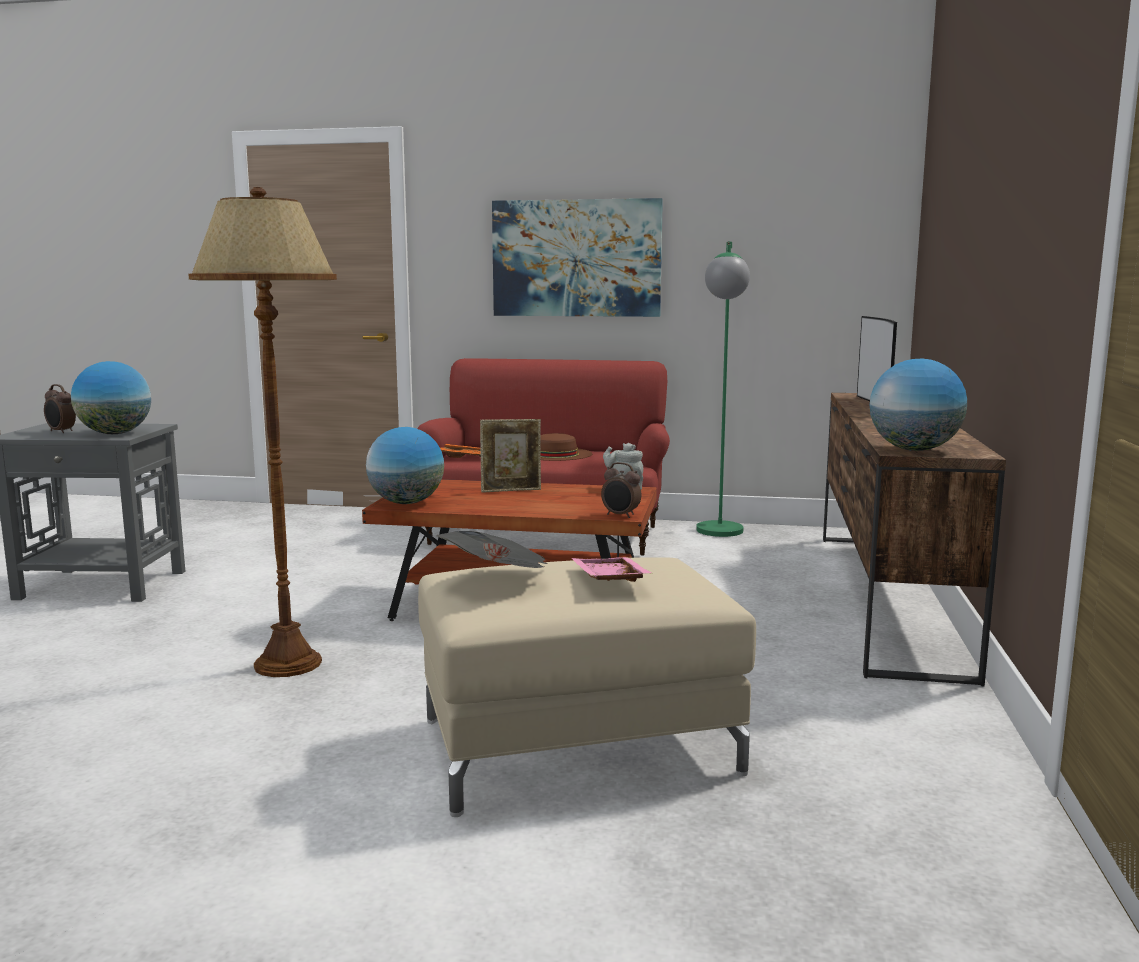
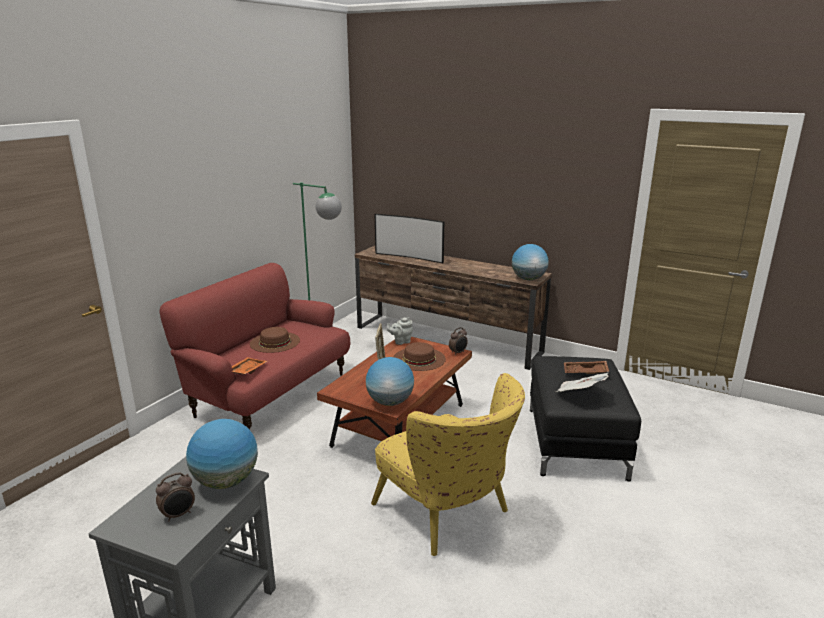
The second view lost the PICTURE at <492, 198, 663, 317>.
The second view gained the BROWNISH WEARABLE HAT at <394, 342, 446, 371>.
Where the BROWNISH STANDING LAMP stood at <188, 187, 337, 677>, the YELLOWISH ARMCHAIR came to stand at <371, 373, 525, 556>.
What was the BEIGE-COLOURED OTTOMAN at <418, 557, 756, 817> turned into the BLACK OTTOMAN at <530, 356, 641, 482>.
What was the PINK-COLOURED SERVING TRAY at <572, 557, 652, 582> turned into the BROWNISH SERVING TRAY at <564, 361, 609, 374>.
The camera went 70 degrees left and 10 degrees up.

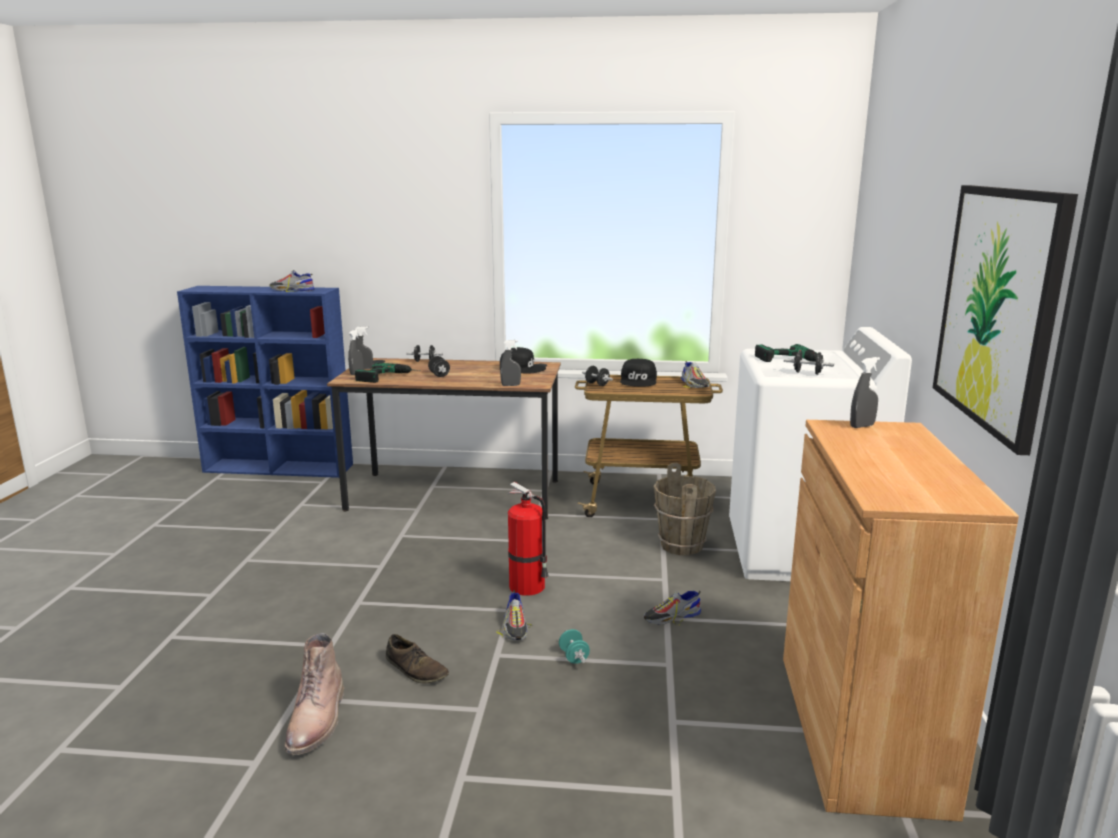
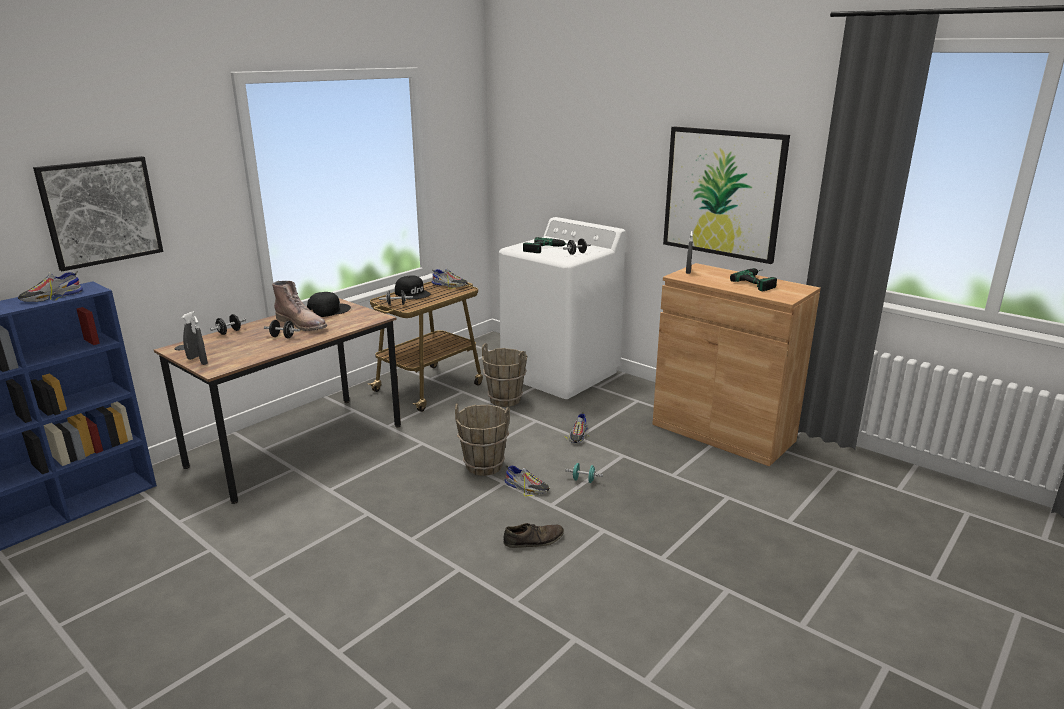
The second view lost the GREYISH SPRAYER at <500, 340, 521, 386>.
The second view gained the PICTURE at <33, 156, 163, 271>.
The BROWNISH TALL BOOT ended up elsewhere, having gone from <284, 633, 344, 755> to <272, 281, 327, 331>.
The DRILL ended up elsewhere, having gone from <355, 363, 420, 383> to <730, 268, 777, 291>.
Where the EXTINGUISHER stood at <507, 482, 549, 596>, the BROWNISH BUCKET came to stand at <455, 404, 510, 476>.
The camera went 55 degrees left and 5 degrees up.

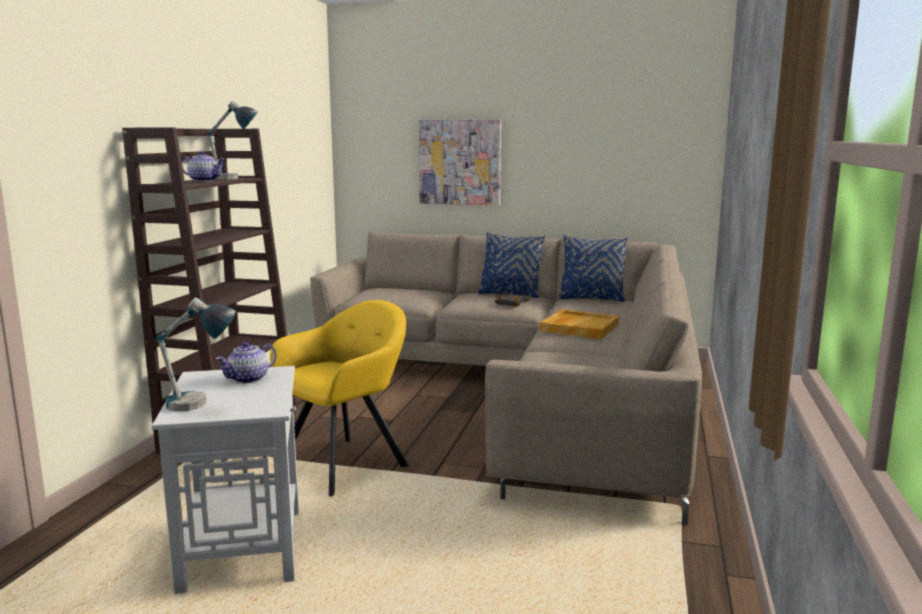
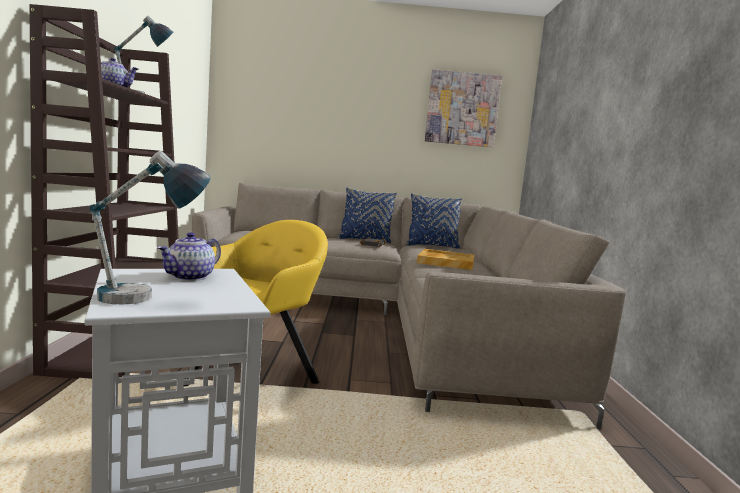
The PICTURE ended up elsewhere, having gone from <419, 119, 501, 205> to <425, 69, 502, 147>.
The camera went 15 degrees left and 5 degrees down.

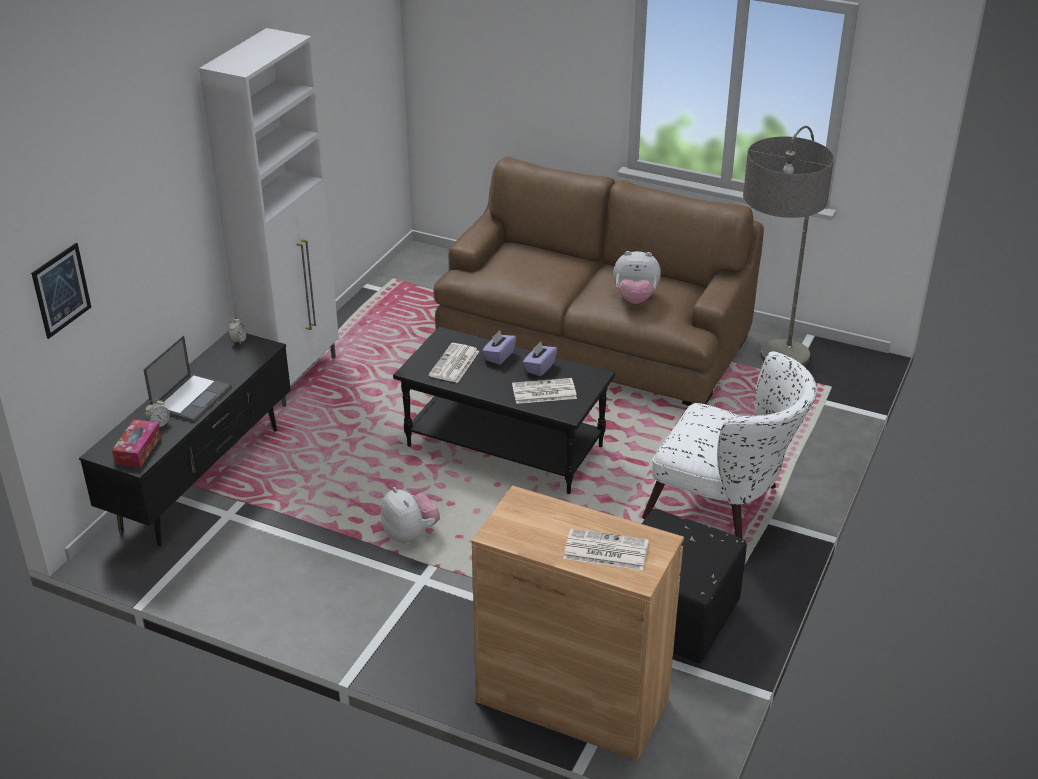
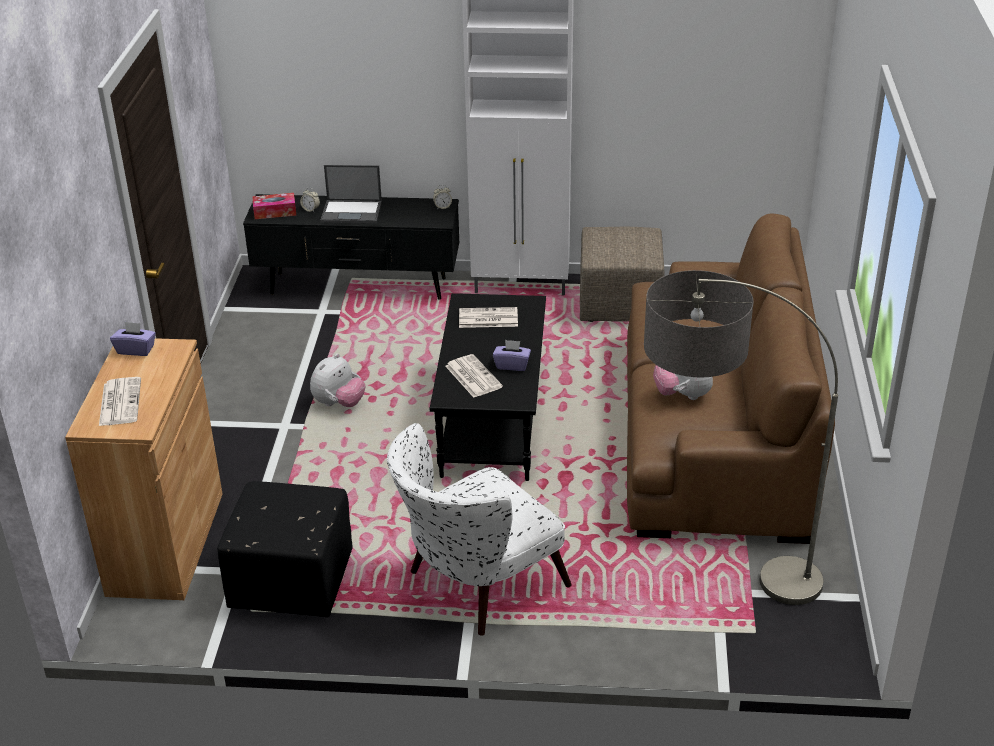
The second view lost the PICTURE at <31, 243, 91, 339>.
The second view gained the BEIGE-COLOURED OTTOMAN at <580, 227, 664, 322>.
The PURPLISH BOX OF TISSUES ended up elsewhere, having gone from <482, 331, 516, 365> to <110, 322, 156, 356>.
The WHITISH ARMCHAIR at <642, 351, 817, 538> ended up facing another way, 45 degrees clockwise from before.
The camera went 70 degrees right and 0 degrees up.

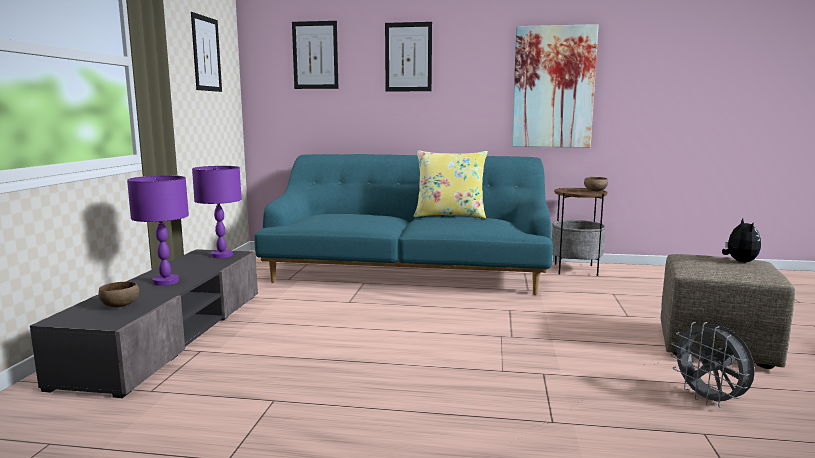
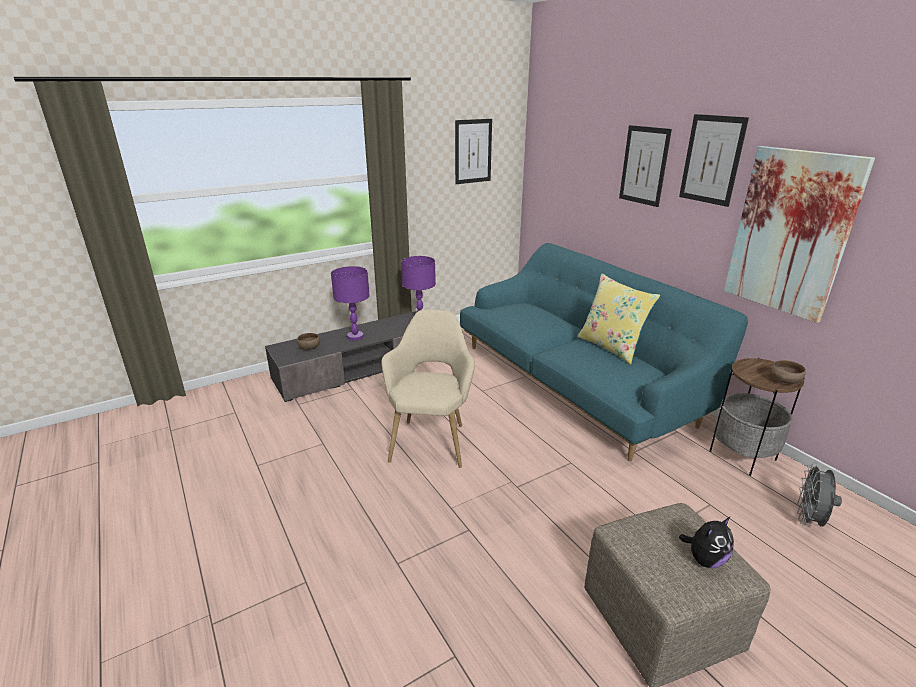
The second view gained the BEIGE-COLOURED ARMCHAIR at <381, 310, 475, 468>.
The PICTURE ended up elsewhere, having gone from <292, 21, 338, 89> to <679, 114, 749, 207>.
The GREYISH FAN ended up elsewhere, having gone from <670, 322, 755, 407> to <797, 462, 842, 527>.
The camera went 50 degrees right and 15 degrees up.

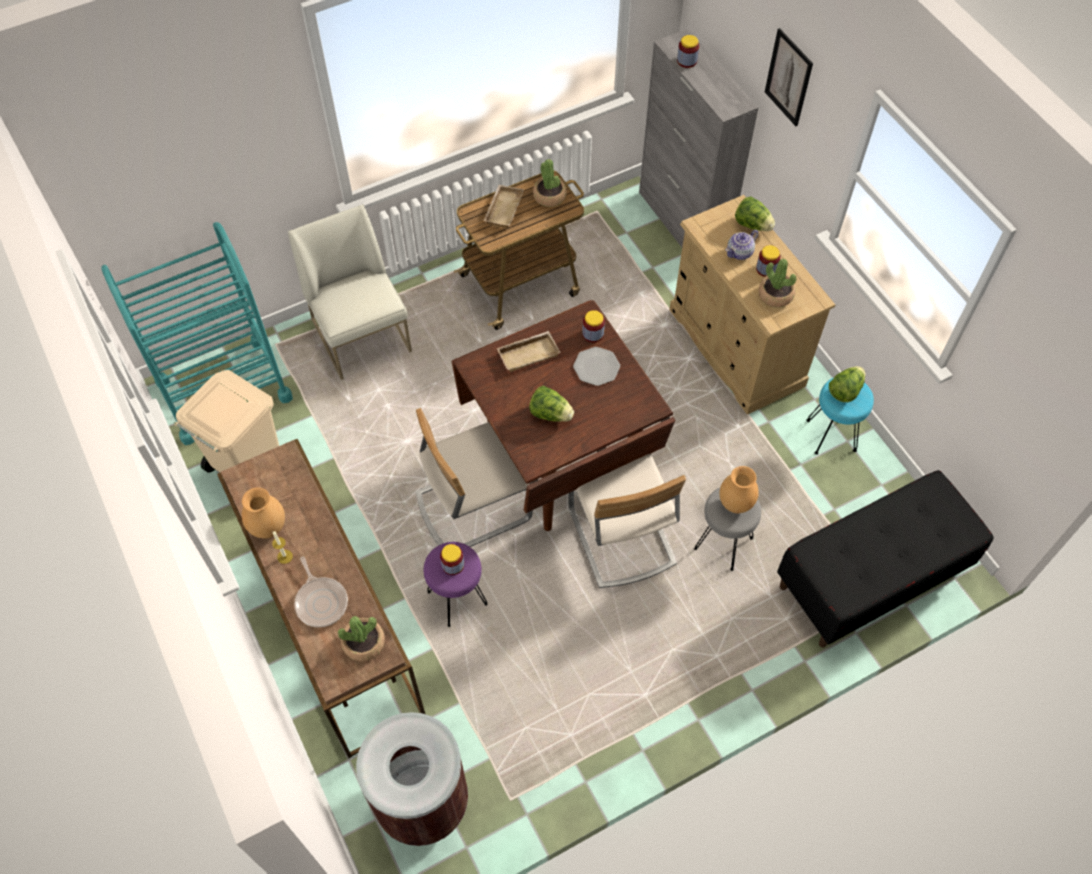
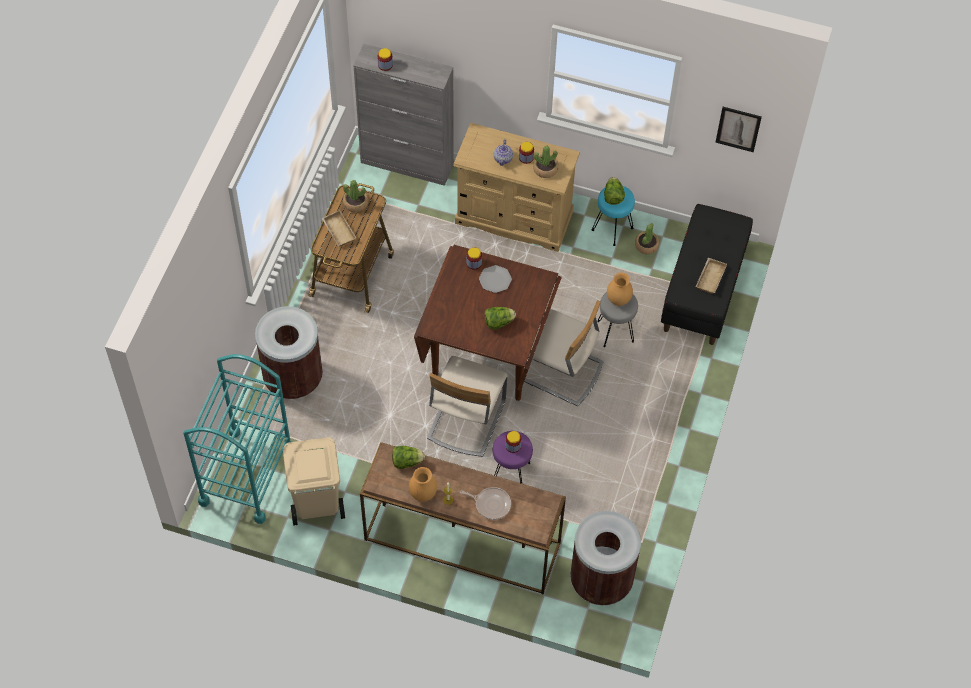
The HOUSEPLANT ended up elsewhere, having gone from <338, 616, 385, 662> to <635, 223, 659, 254>.
The BEIGE-COLOURED SERVING TRAY ended up elsewhere, having gone from <496, 331, 560, 372> to <696, 258, 727, 294>.
The HEAD OF LETTUCE ended up elsewhere, having gone from <735, 197, 775, 231> to <392, 446, 425, 469>.
The PICTURE ended up elsewhere, having gone from <765, 28, 813, 126> to <715, 107, 762, 152>.
Where the WHITISH PLAIN CHAIR stood at <288, 204, 412, 380>, the BROWNISH WASTE BIN came to stand at <255, 306, 323, 399>.
The camera went 45 degrees left and 0 degrees up.

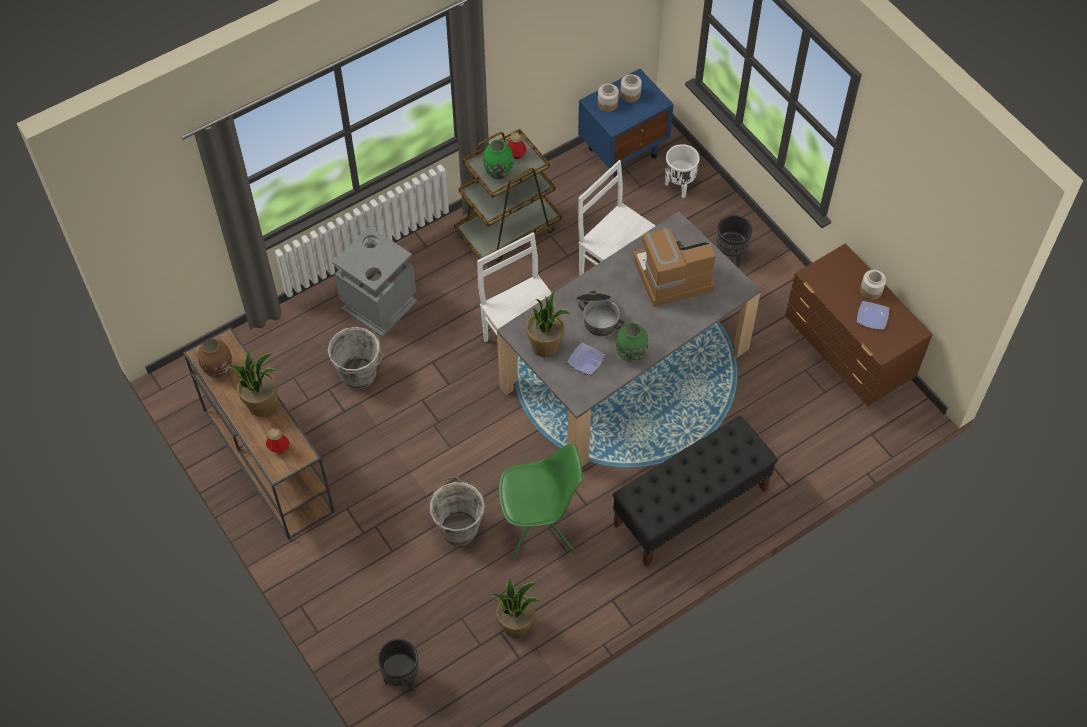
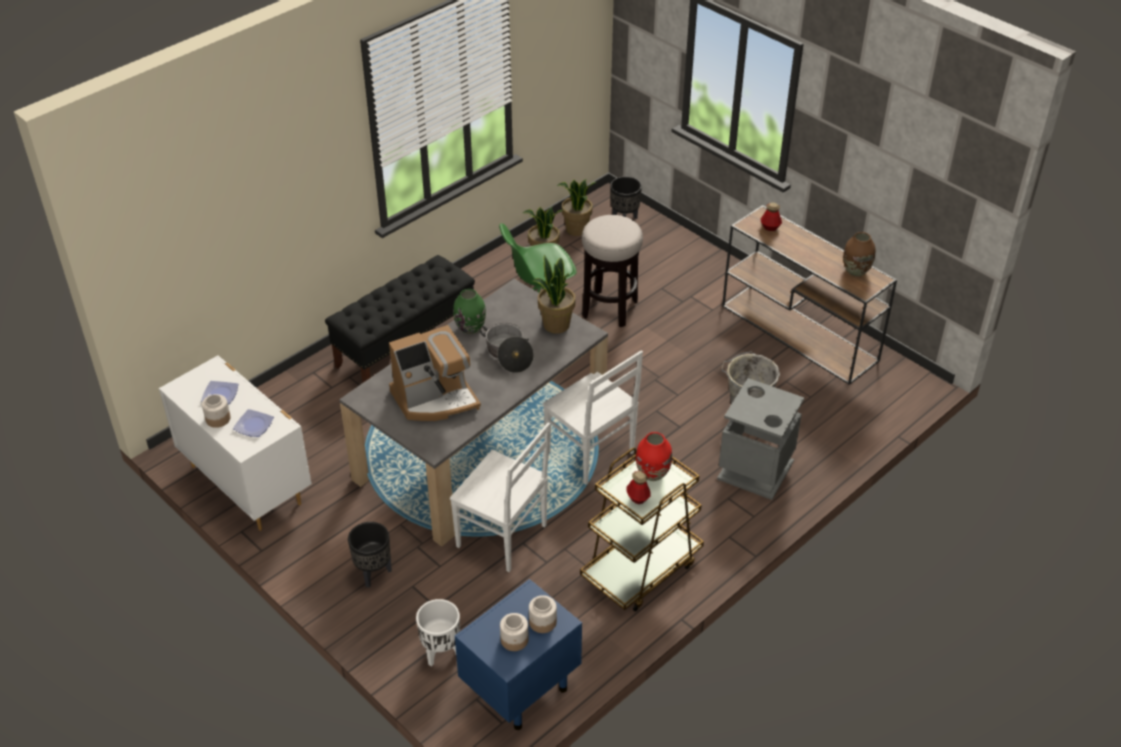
The HOUSEPLANT ended up elsewhere, having gone from <228, 352, 277, 417> to <557, 179, 597, 236>.
The FLAT DISH ended up elsewhere, having gone from <567, 343, 605, 375> to <233, 409, 274, 437>.
Where the GREYISH BUCKET stood at <427, 476, 485, 546>, the STOOL came to stand at <582, 215, 643, 327>.
What was the GREEN DECORATIVE VASE at <483, 140, 513, 179> turned into the REDDISH DECORATIVE VASE at <636, 432, 672, 481>.
What was the BROWNISH CHEST OF DRAWERS at <785, 243, 933, 409> turned into the WHITISH CHEST OF DRAWERS at <159, 355, 312, 531>.
The camera went 170 degrees right and 15 degrees down.

